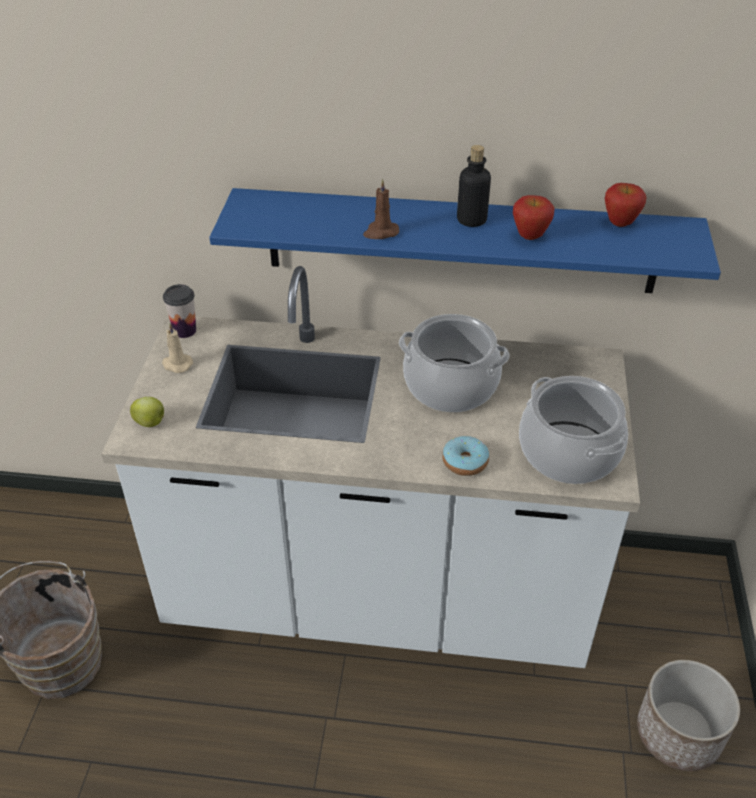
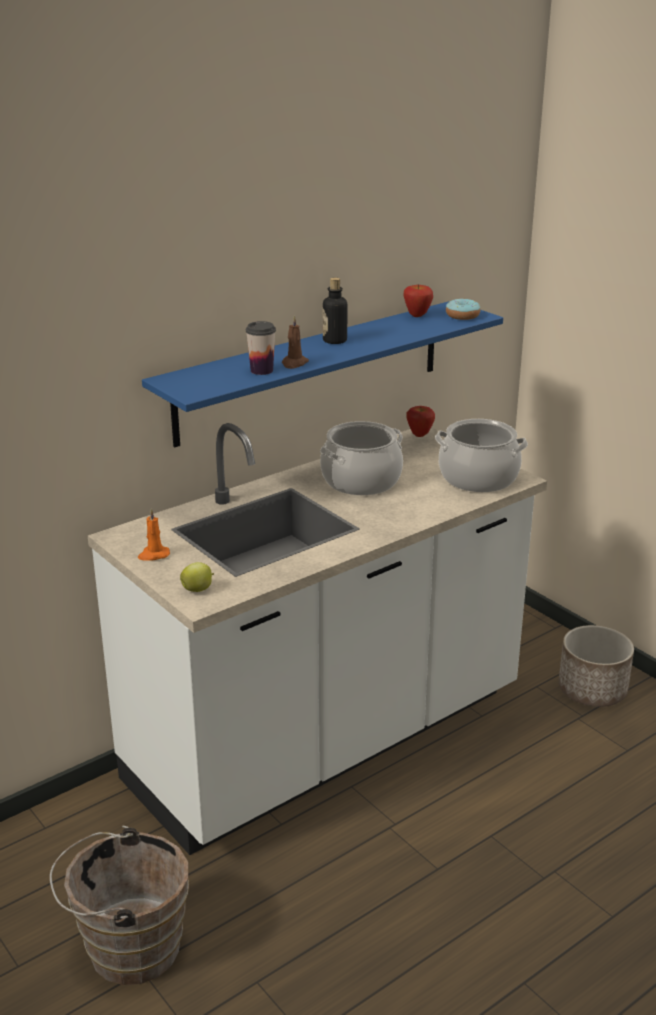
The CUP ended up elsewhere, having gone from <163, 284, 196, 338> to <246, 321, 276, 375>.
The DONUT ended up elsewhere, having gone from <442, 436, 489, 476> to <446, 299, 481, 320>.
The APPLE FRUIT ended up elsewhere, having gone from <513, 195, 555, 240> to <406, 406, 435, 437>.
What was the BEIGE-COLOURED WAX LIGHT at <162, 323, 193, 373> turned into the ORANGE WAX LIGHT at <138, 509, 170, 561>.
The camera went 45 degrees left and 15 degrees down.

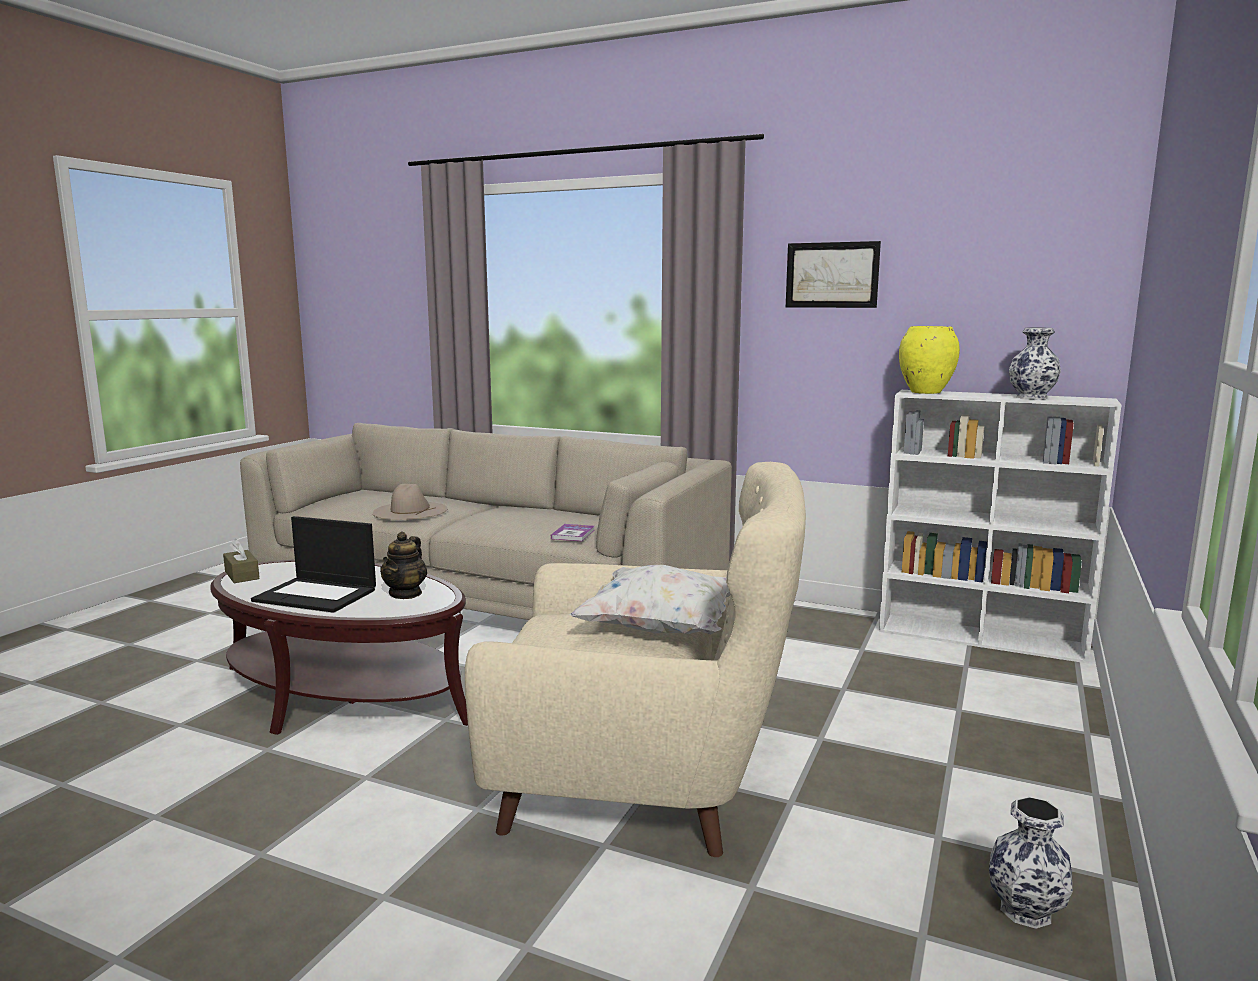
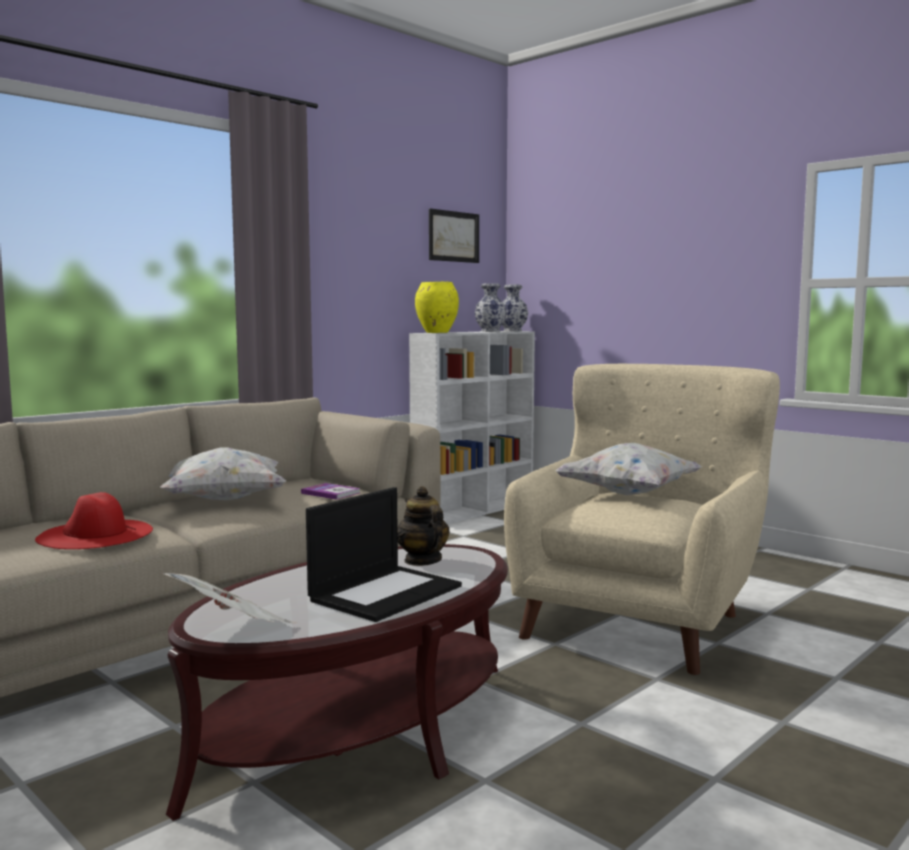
The second view gained the WHITISH THROW PILLOW at <160, 447, 286, 500>.
The PICTURE ended up elsewhere, having gone from <786, 241, 881, 308> to <429, 208, 479, 263>.
The DECORATIVE VASE ended up elsewhere, having gone from <989, 797, 1073, 929> to <502, 285, 528, 331>.
Where the BROWNISH BOX OF TISSUES stood at <223, 539, 259, 583>, the PRINTED PAPER came to stand at <161, 573, 297, 623>.
What was the BEIGE-COLOURED WEARABLE HAT at <373, 484, 448, 520> turned into the REDDISH WEARABLE HAT at <35, 492, 153, 549>.
The TEA POT at <380, 531, 427, 599> ended up facing another way, 150 degrees counterclockwise from before.
The camera went 70 degrees left and 5 degrees down.

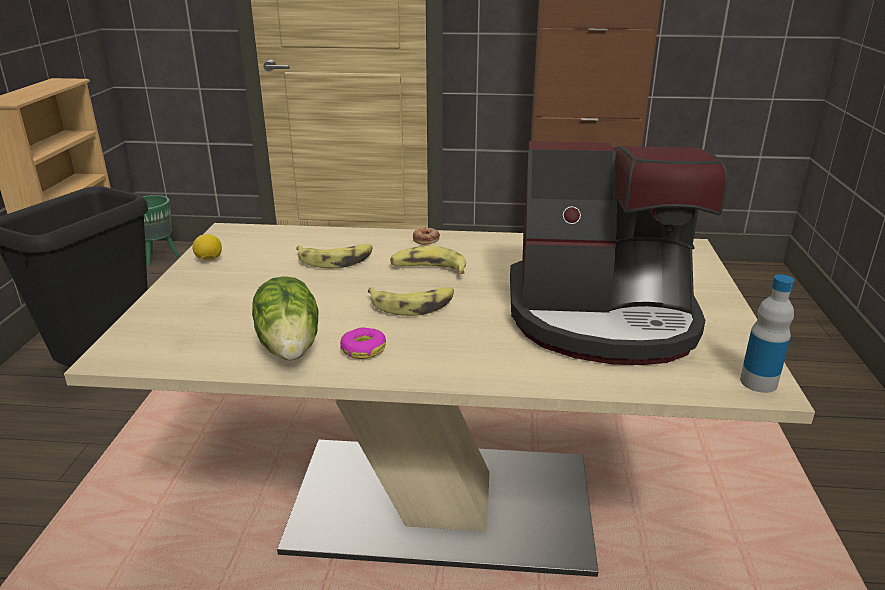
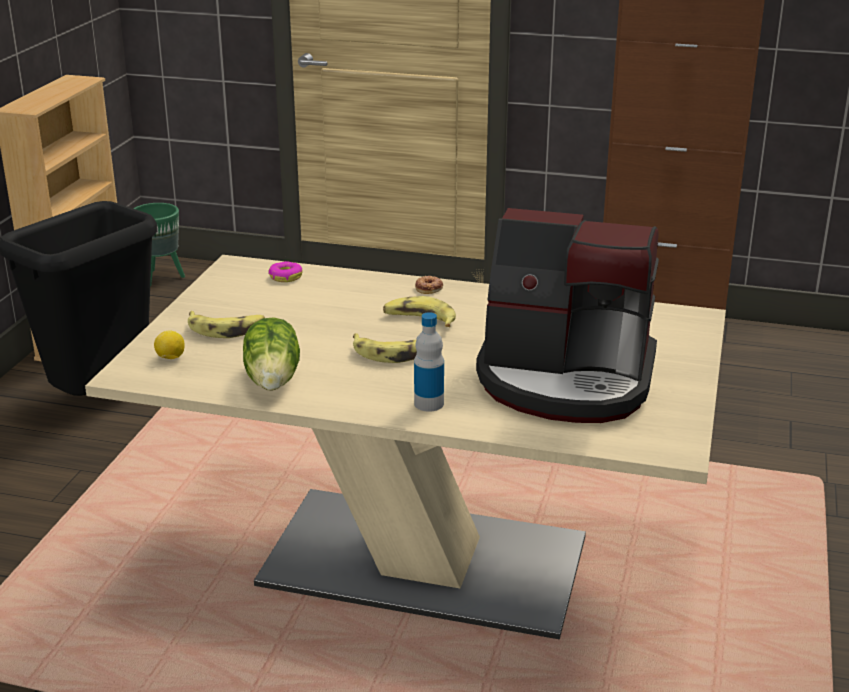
The CITRUS FRUIT ended up elsewhere, having gone from <193, 234, 222, 261> to <154, 331, 185, 359>.
The BANANA ended up elsewhere, having gone from <296, 244, 373, 268> to <188, 311, 265, 338>.
The DONUT ended up elsewhere, having gone from <340, 327, 386, 359> to <268, 261, 303, 282>.
The DRINK BOTTLE ended up elsewhere, having gone from <740, 274, 794, 393> to <414, 312, 444, 412>.
The camera went 10 degrees right and 0 degrees up.

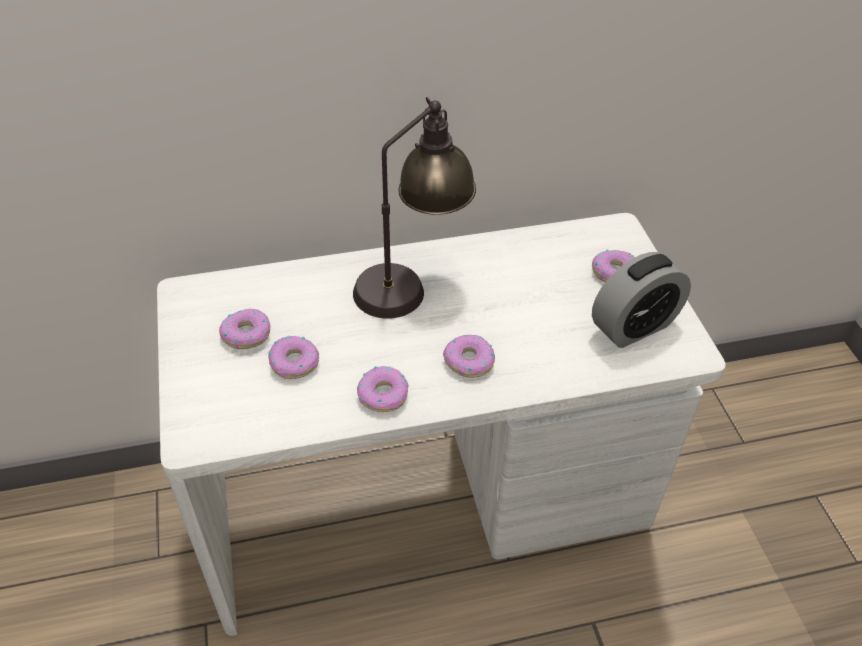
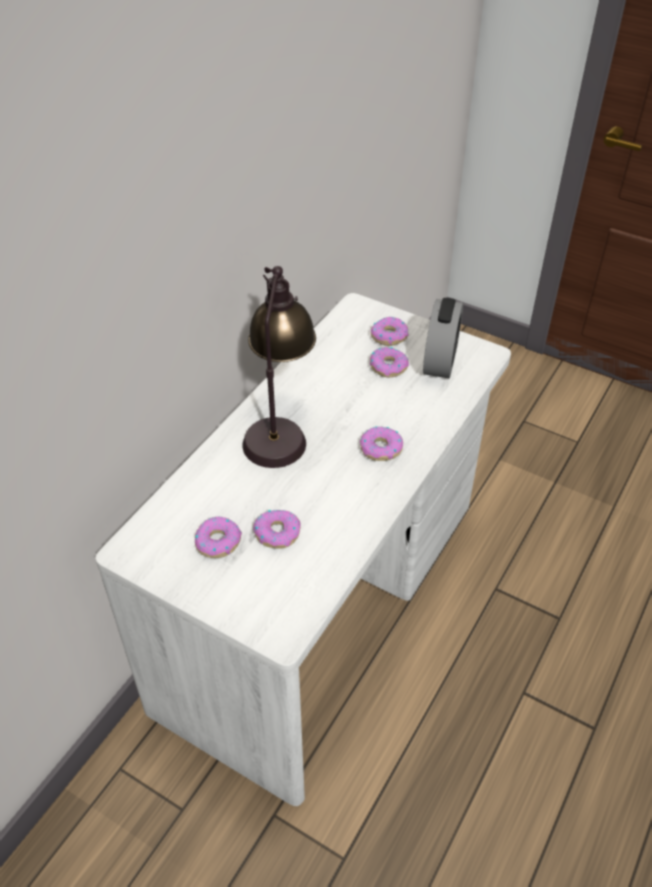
The DONUT ended up elsewhere, having gone from <357, 366, 408, 412> to <370, 347, 409, 377>.
The camera went 45 degrees left and 0 degrees up.

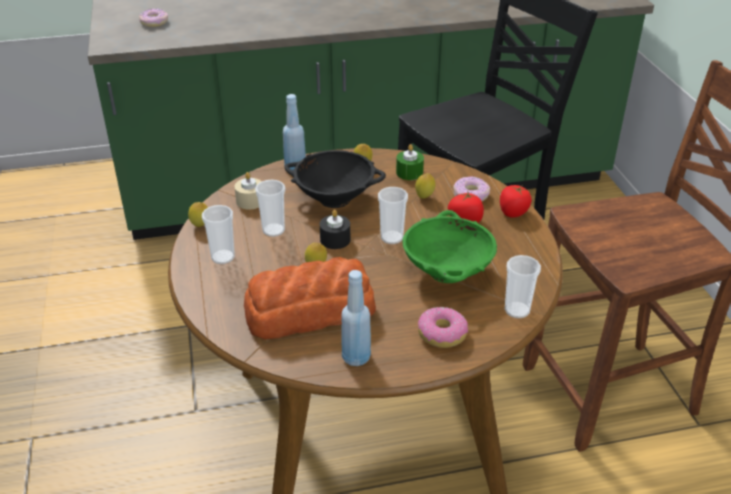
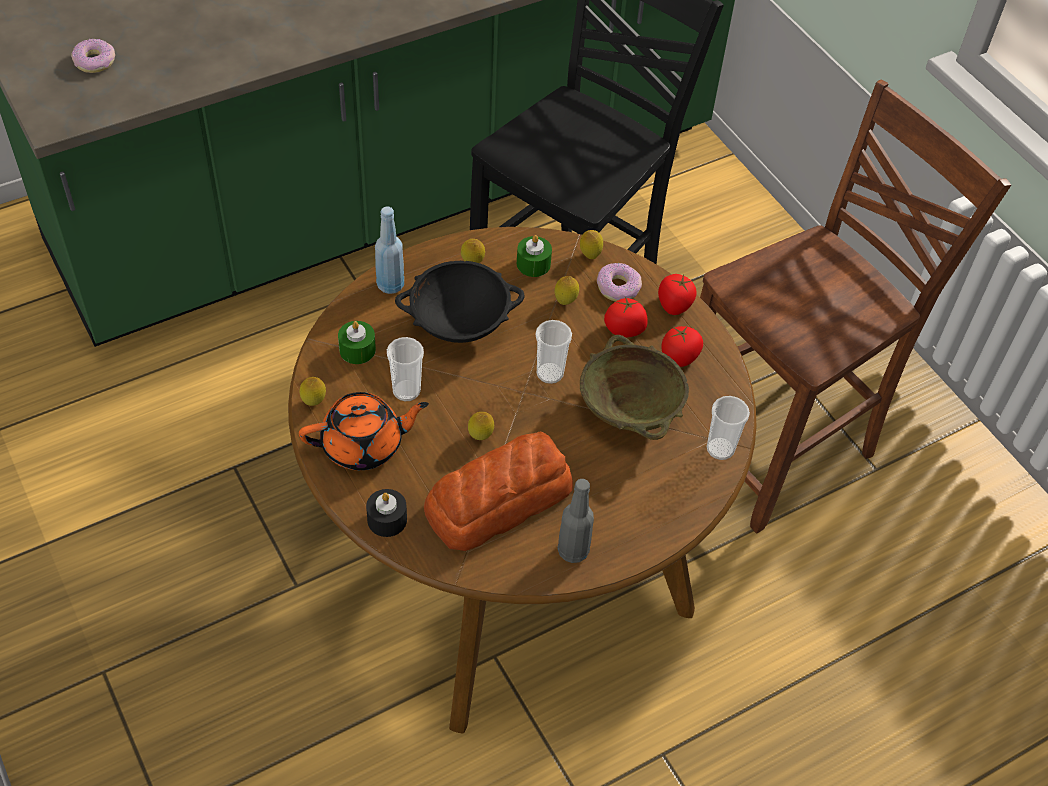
The second view lost the DONUT at <418, 307, 468, 348>.
The second view gained the CITRUS FRUIT at <580, 230, 603, 259>.
The second view gained the TOMATO at <661, 326, 703, 367>.
The BLACK WAX LIGHT ended up elsewhere, having gone from <320, 210, 350, 249> to <366, 489, 407, 537>.
Where the CUP stood at <202, 205, 235, 264>, the ORANGE TEA POT came to stand at <299, 392, 429, 470>.
What was the BEIGE-COLOURED WAX LIGHT at <234, 172, 262, 210> turned into the GREEN WAX LIGHT at <338, 321, 376, 364>.
What was the BLUISH DRINK BOTTLE at <341, 270, 371, 366> turned into the GREYISH DRINK BOTTLE at <557, 479, 594, 563>.
What was the GREEN SERVING BOWL at <402, 210, 497, 283> turned into the BEIGE-COLOURED SERVING BOWL at <580, 335, 689, 440>.
The camera went 20 degrees left and 15 degrees up.

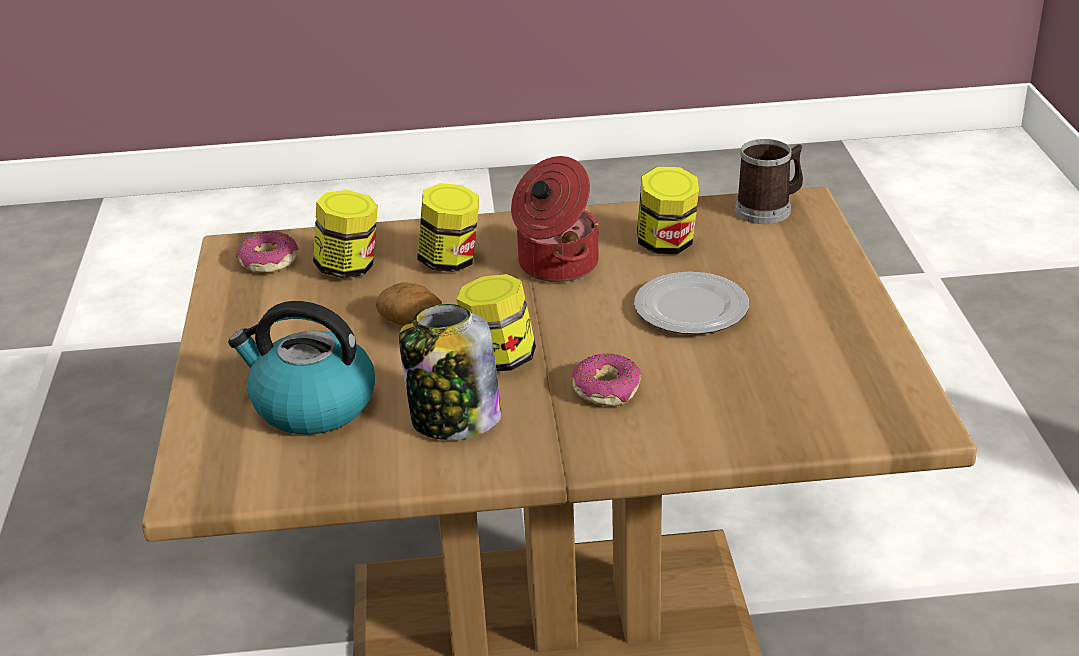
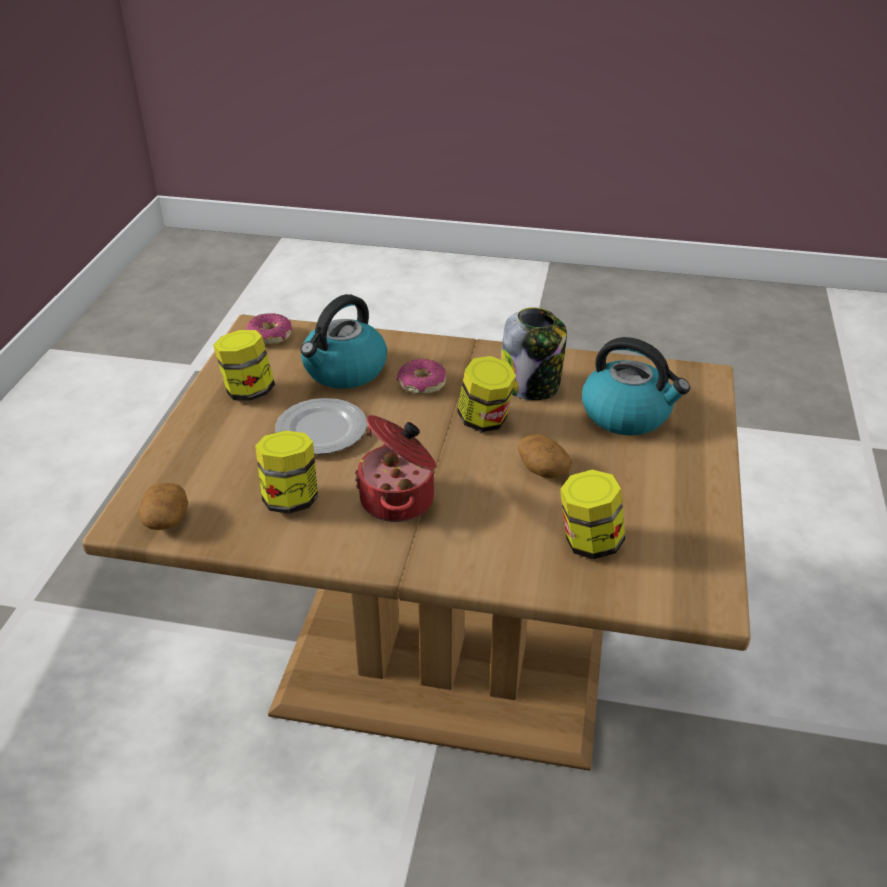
The second view gained the KETTLE at <300, 294, 387, 389>.
The DONUT ended up elsewhere, having gone from <236, 231, 299, 273> to <246, 313, 293, 345>.
The JAR ended up elsewhere, having gone from <417, 183, 479, 272> to <213, 330, 275, 401>.
Where the MUG stood at <735, 139, 803, 224>, the SPUD came to stand at <139, 483, 188, 530>.
The camera went 165 degrees left and 5 degrees up.

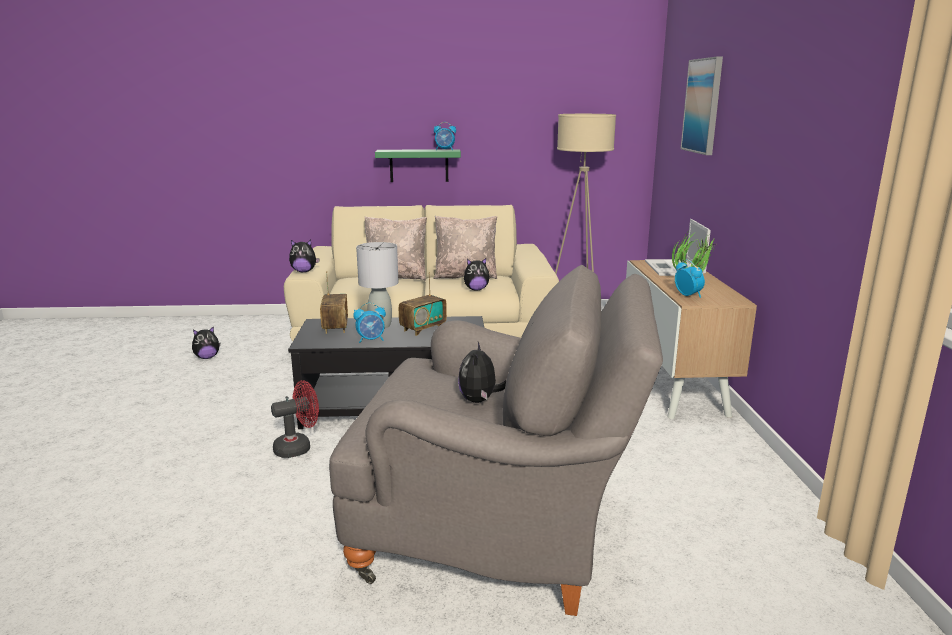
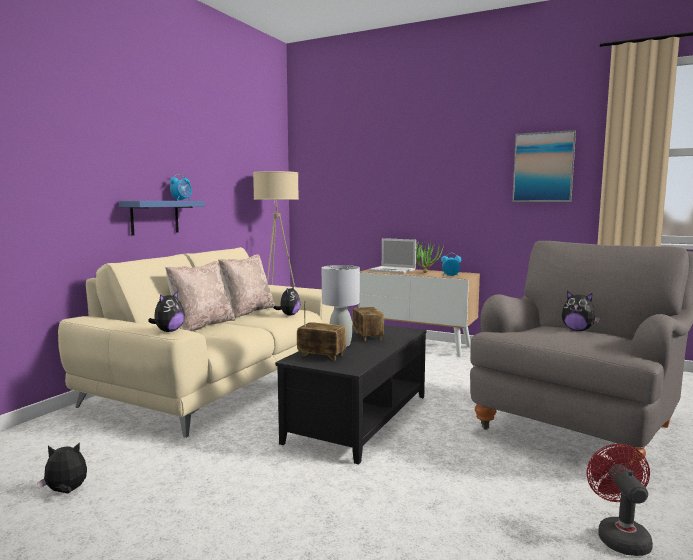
The second view lost the TABLE CLOCK at <353, 303, 386, 343>.
The REDDISH FAN ended up elsewhere, having gone from <271, 380, 319, 458> to <587, 444, 653, 556>.
The PICTURE ended up elsewhere, having gone from <681, 56, 723, 155> to <512, 130, 576, 202>.
What was the GREEN SHELF at <375, 149, 461, 182> turned into the BLUISH SHELF at <119, 201, 205, 236>.
The CUDDLY TOY at <192, 326, 220, 359> ended up facing another way, 105 degrees counterclockwise from before.
The camera went 60 degrees left and 10 degrees down.

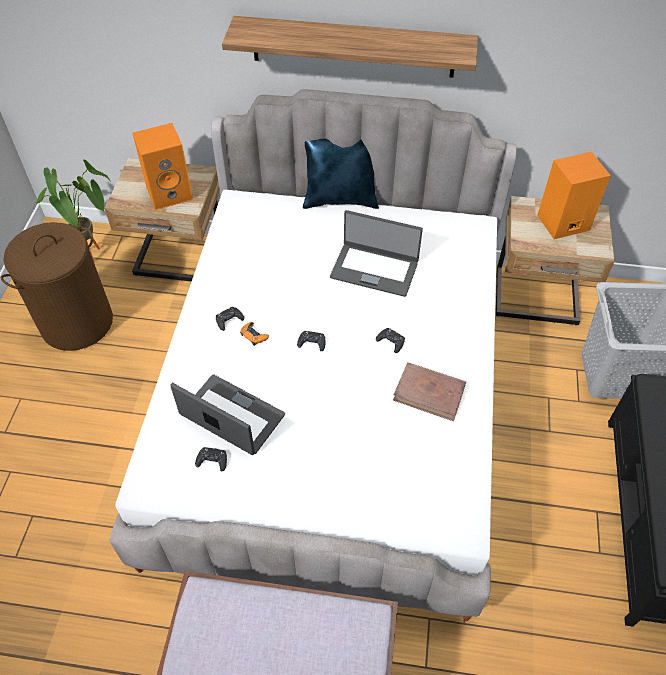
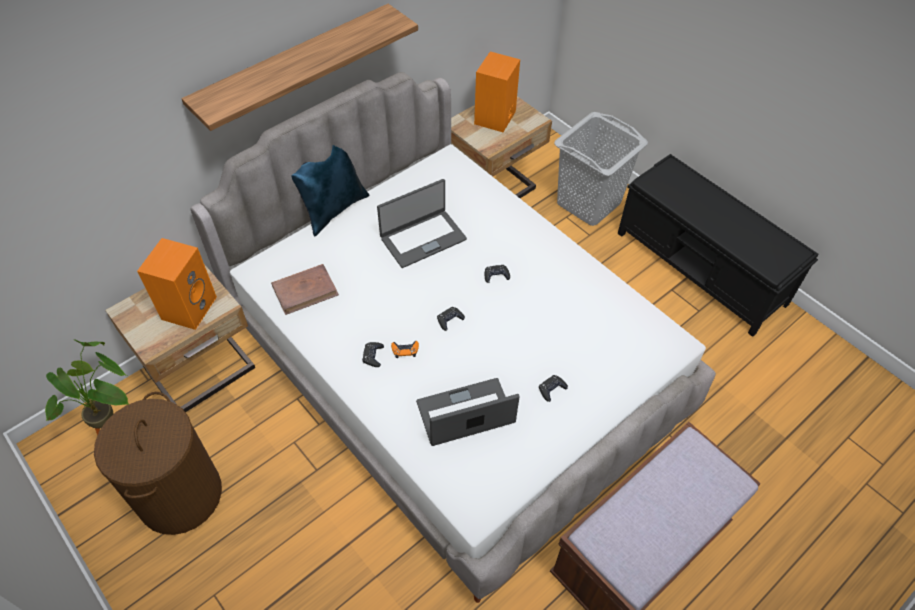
The BLACK GAME CONTROLLER ended up elsewhere, having gone from <195, 447, 227, 471> to <539, 375, 568, 402>.
The BROWNISH VOLUME ended up elsewhere, having gone from <393, 362, 466, 421> to <271, 264, 339, 315>.
The camera went 50 degrees left and 0 degrees up.

